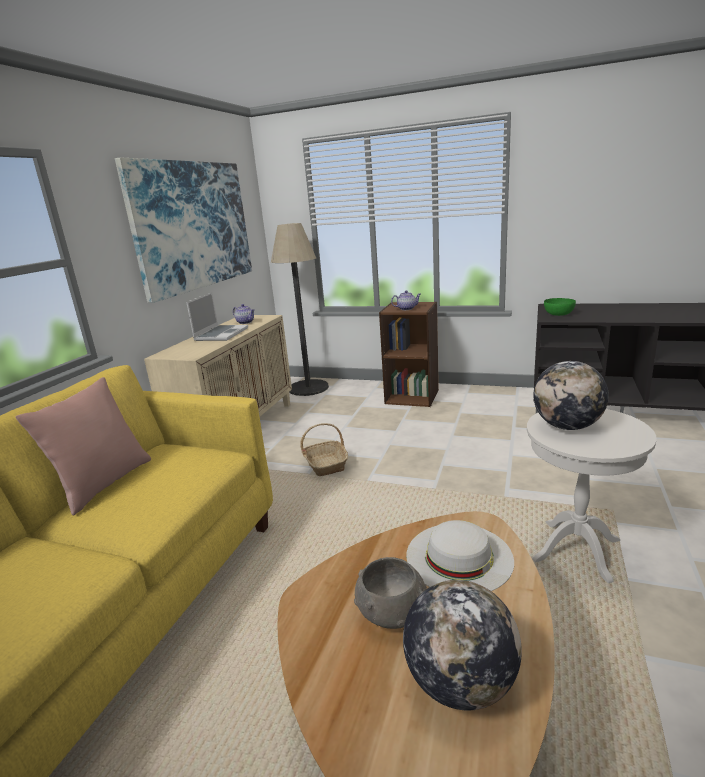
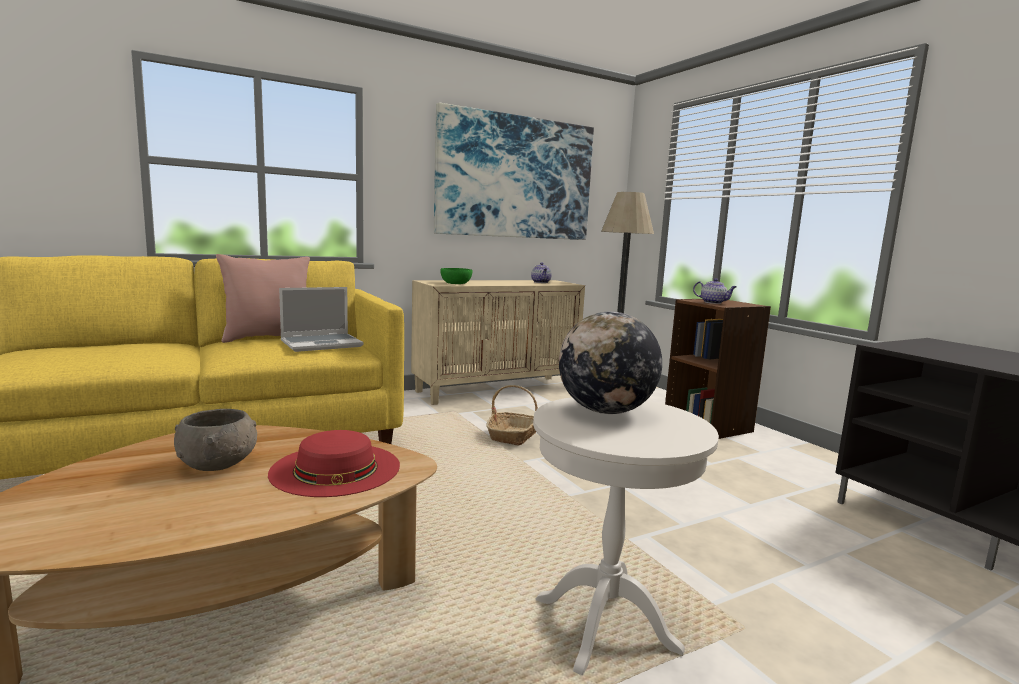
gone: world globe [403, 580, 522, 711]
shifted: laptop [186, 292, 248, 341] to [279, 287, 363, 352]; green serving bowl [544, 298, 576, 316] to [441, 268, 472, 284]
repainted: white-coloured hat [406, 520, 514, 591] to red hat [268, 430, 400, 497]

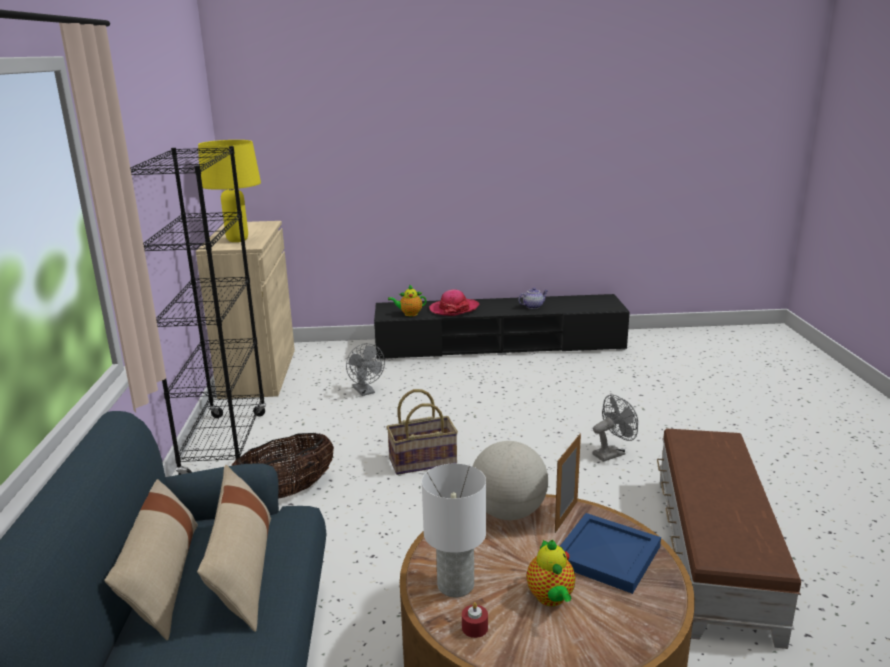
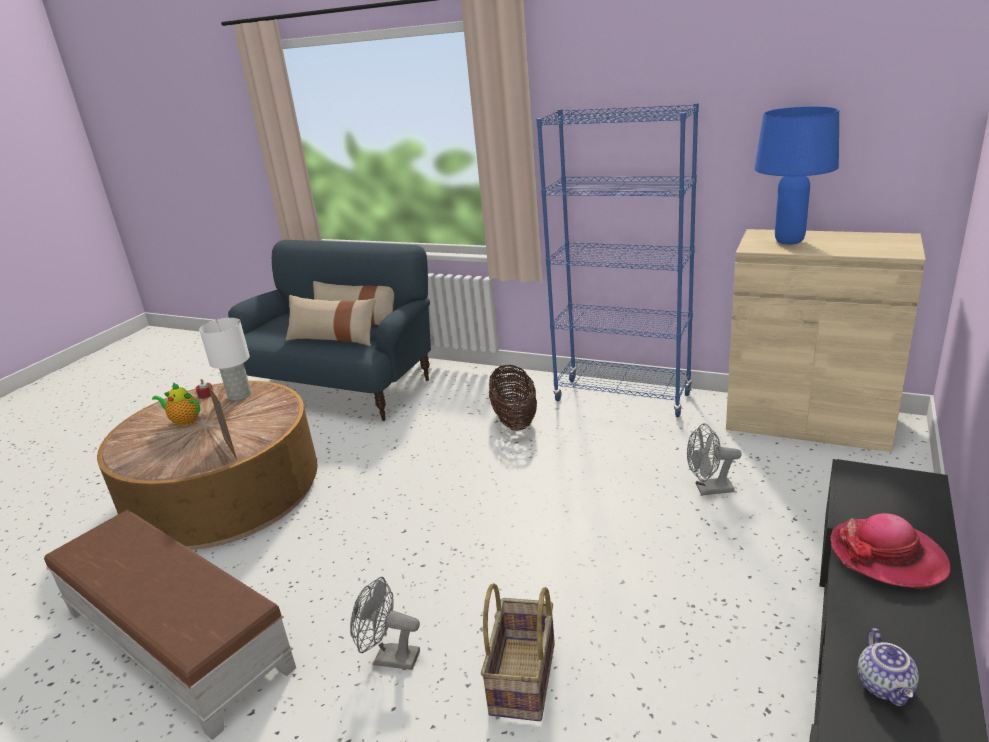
gone: teapot [388, 284, 427, 316]; world globe [472, 441, 548, 520]; bluish carrying tray [560, 513, 661, 594]
shifted: basket [386, 389, 458, 475] to [481, 583, 555, 721]
repainted: blackish shelving unit [130, 146, 267, 475] to bluish shelving unit [537, 103, 699, 417]; yellowish lamp for a table [198, 140, 261, 242] to bluish lamp for a table [754, 106, 839, 244]
rotated: grey electric fan [593, 395, 638, 462] = [350, 577, 420, 670] 105 degrees clockwise

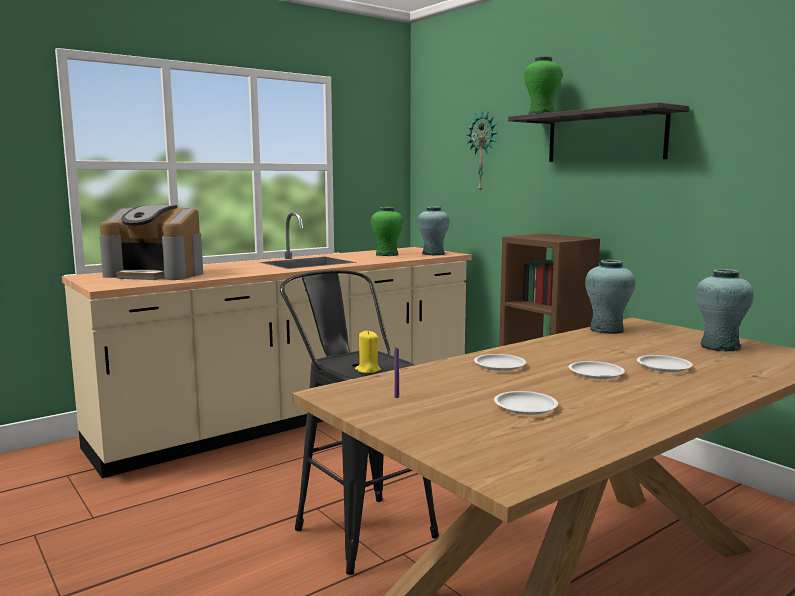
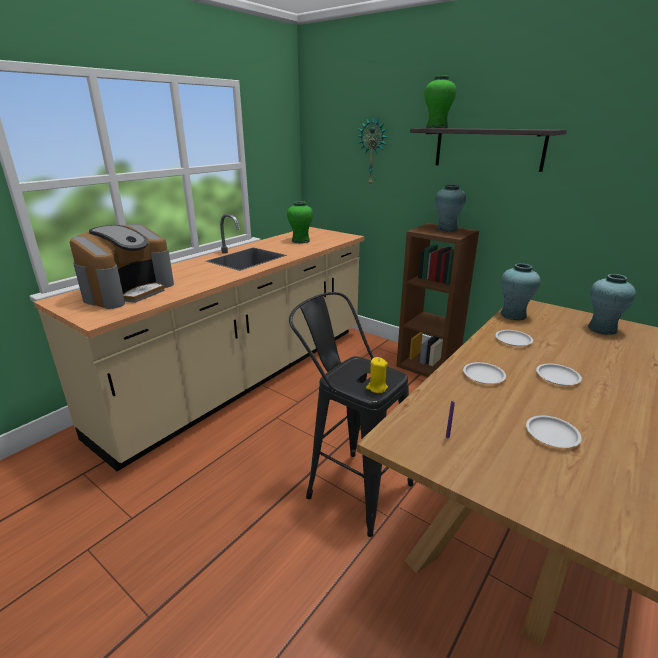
shifted: turquoise-coloured decorative vase [417, 206, 450, 255] to [435, 184, 466, 232]; white-coloured plate [637, 355, 693, 372] to [496, 330, 533, 346]
rotated: coffee brewer [99, 205, 203, 280] = [70, 224, 174, 309] 60 degrees counterclockwise

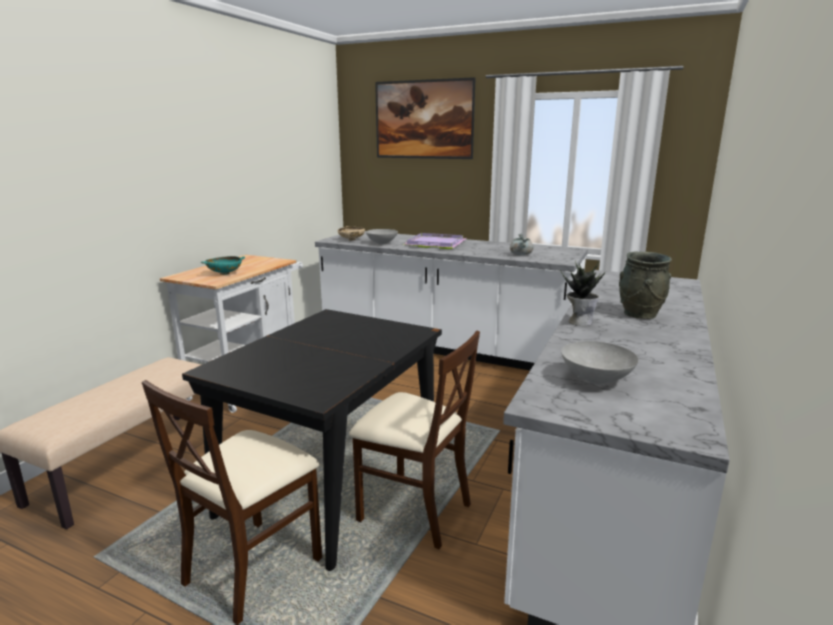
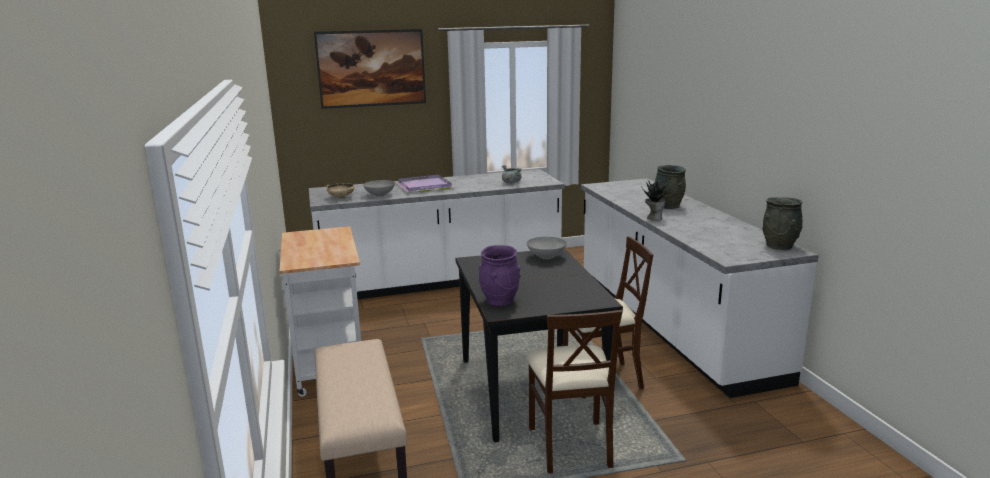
gone: turquoise-coloured serving bowl [201, 256, 245, 275]
new: purple decorative vase [479, 245, 520, 306]; grey decorative vase [762, 197, 803, 250]
shifted: grey serving bowl [561, 341, 639, 385] to [527, 237, 567, 259]

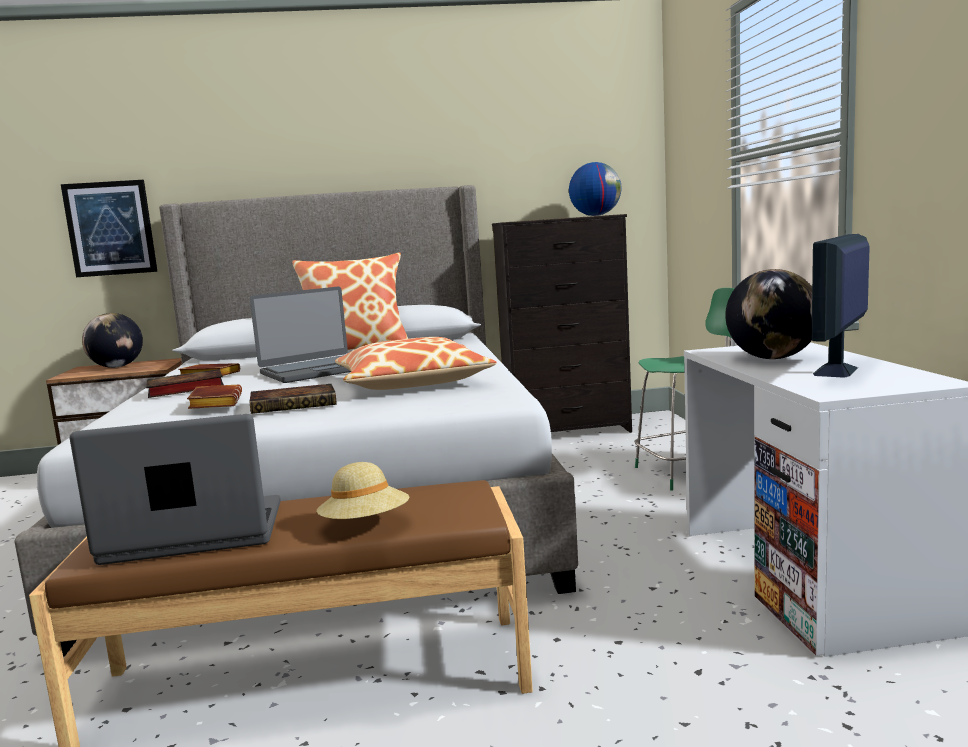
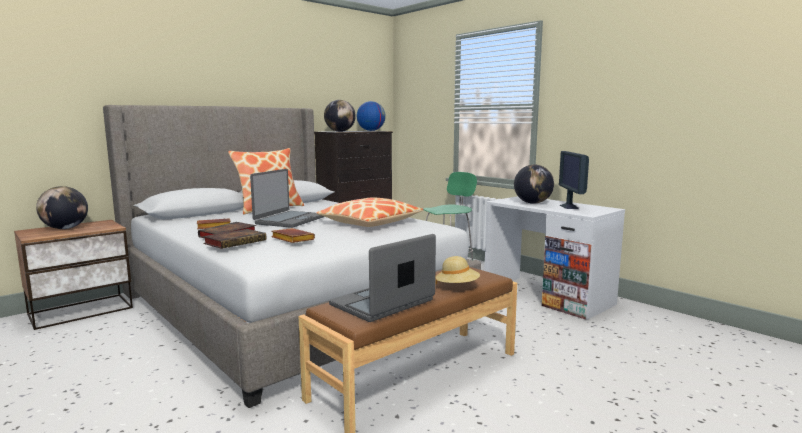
gone: wall art [61, 180, 158, 277]
new: world globe [324, 100, 356, 132]
shifted: bound book [249, 384, 337, 414] to [203, 229, 267, 249]

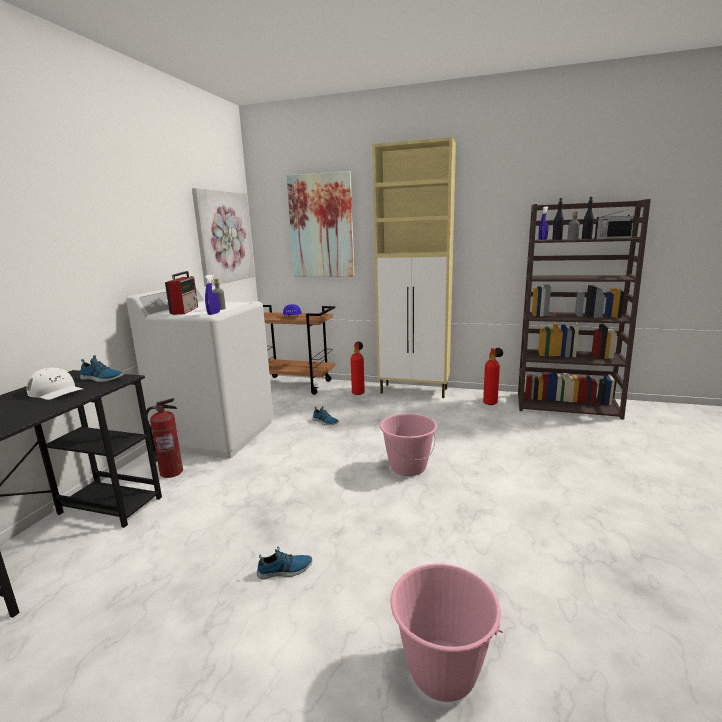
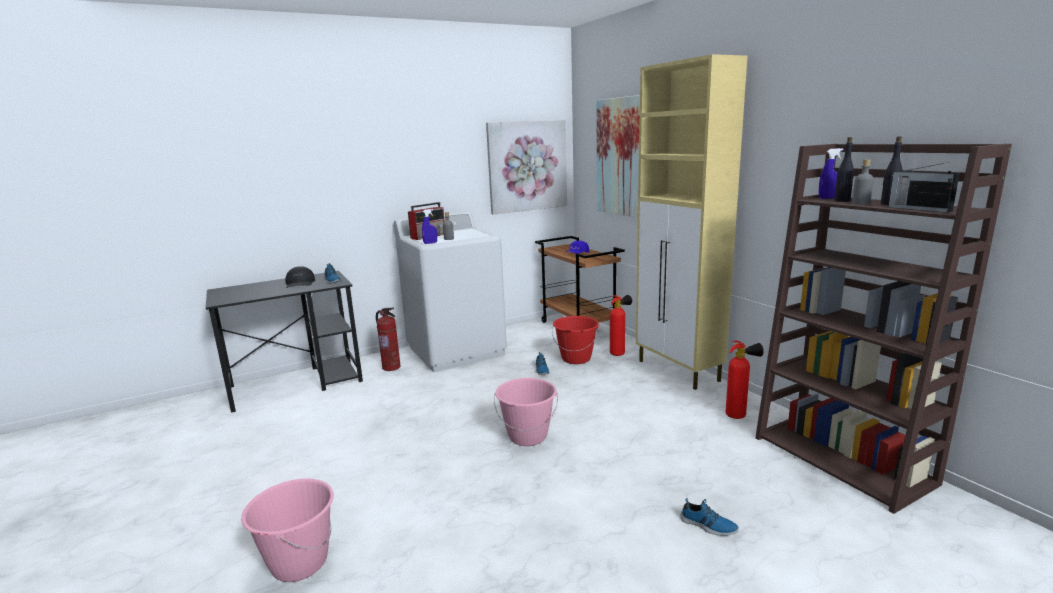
new: red bucket [552, 316, 599, 364]
shifted: low shoe [257, 547, 312, 580] to [680, 498, 739, 536]
repainted: white-coloured cap [27, 368, 83, 400] to blackish cap [285, 266, 315, 288]

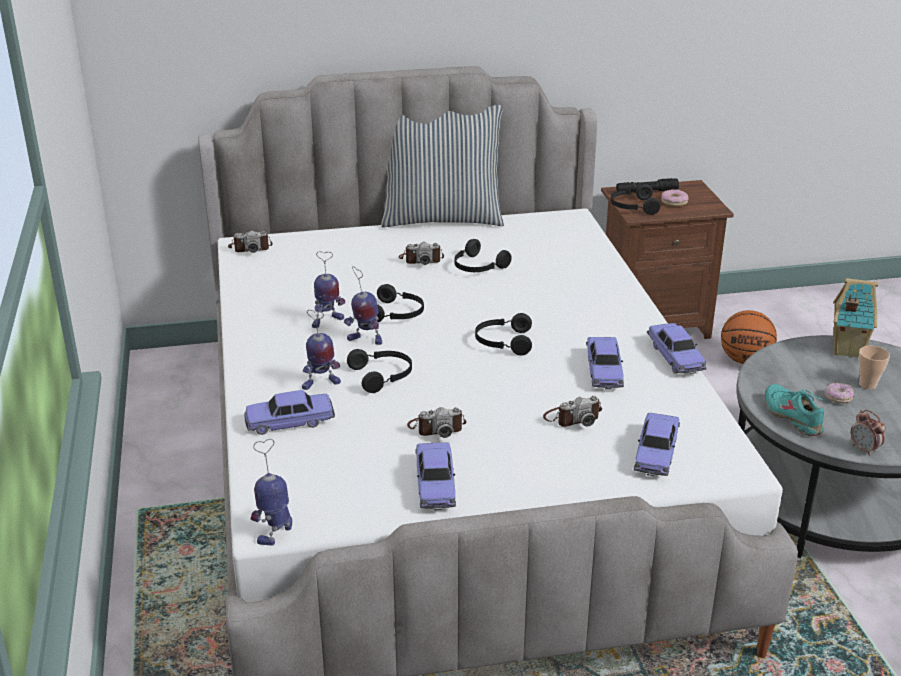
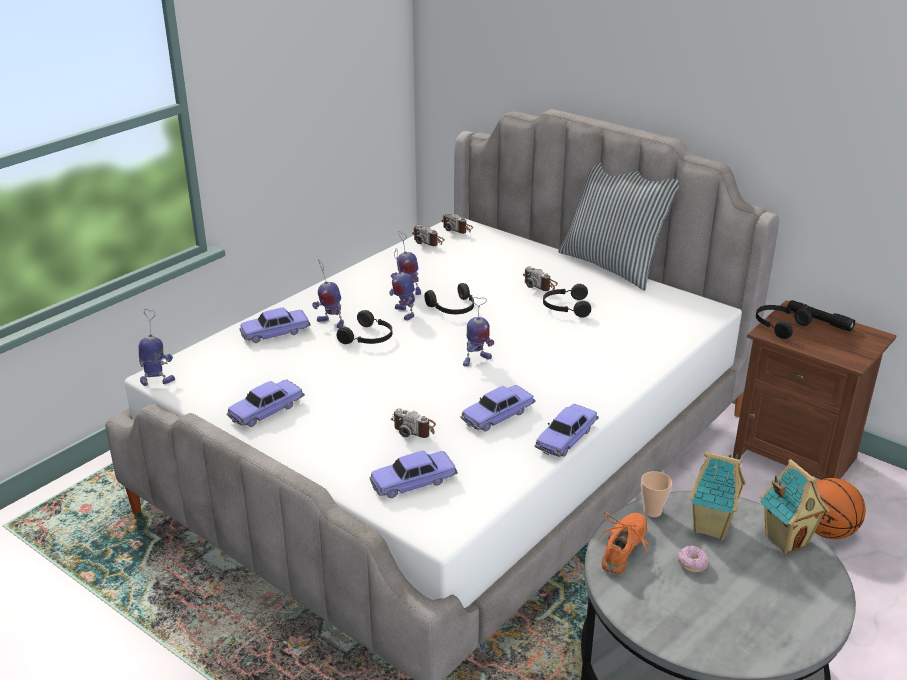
gone: doughnut [661, 189, 688, 207]; alarm clock [851, 410, 886, 456]
new: miniature house [690, 452, 745, 540]
shifted: still camera [407, 407, 466, 438] to [412, 225, 445, 246]; cup [859, 346, 890, 389] to [641, 471, 672, 517]
swapped: blackish headset [475, 313, 532, 356] to robot figure [463, 297, 494, 367]
repainted: turquoise-coloured low shoe [765, 384, 828, 436] to orangey low shoe [598, 512, 648, 574]
rotated: toy car [244, 390, 335, 435] = [239, 308, 311, 343] 60 degrees counterclockwise

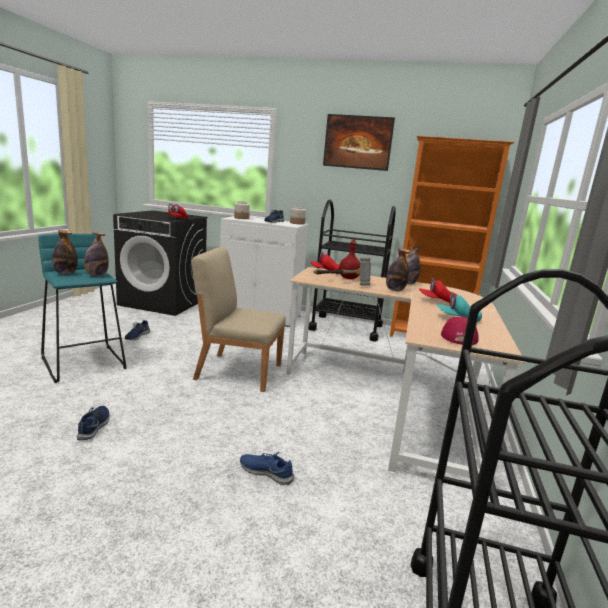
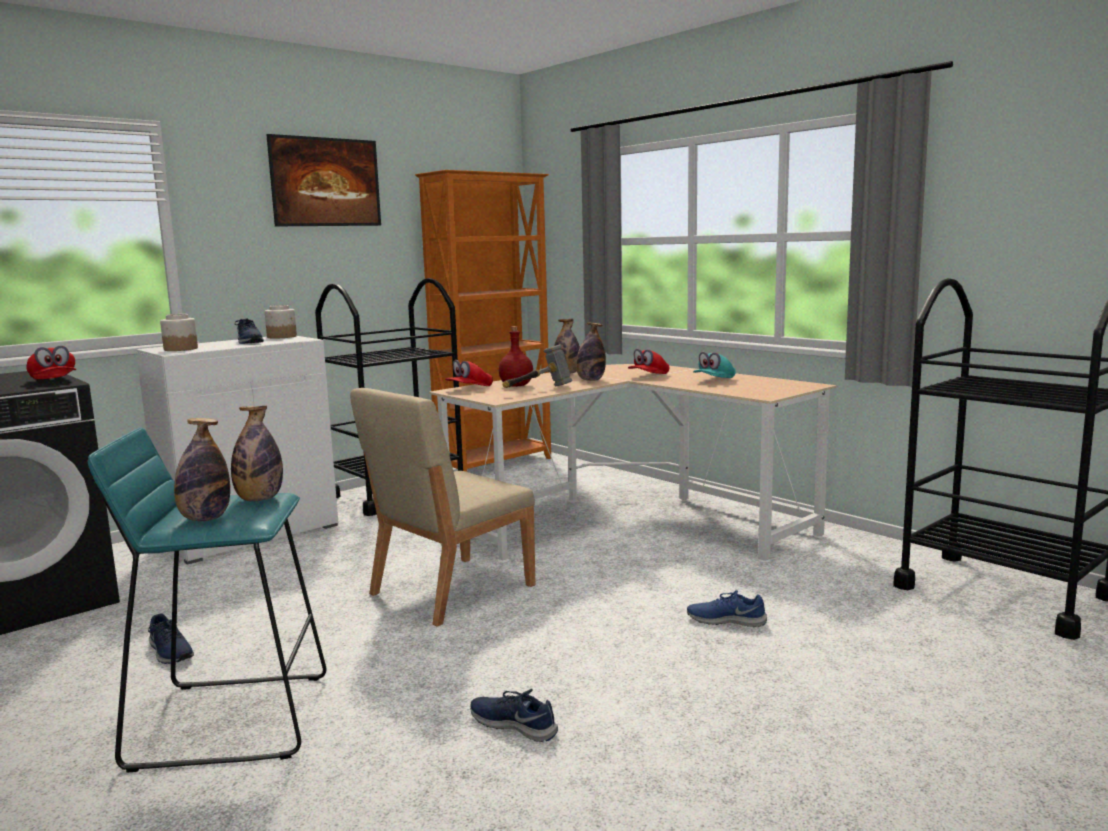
gone: red cap [441, 316, 478, 345]
rotated: bluish low shoe [240, 452, 294, 485] = [687, 590, 767, 627] 45 degrees clockwise

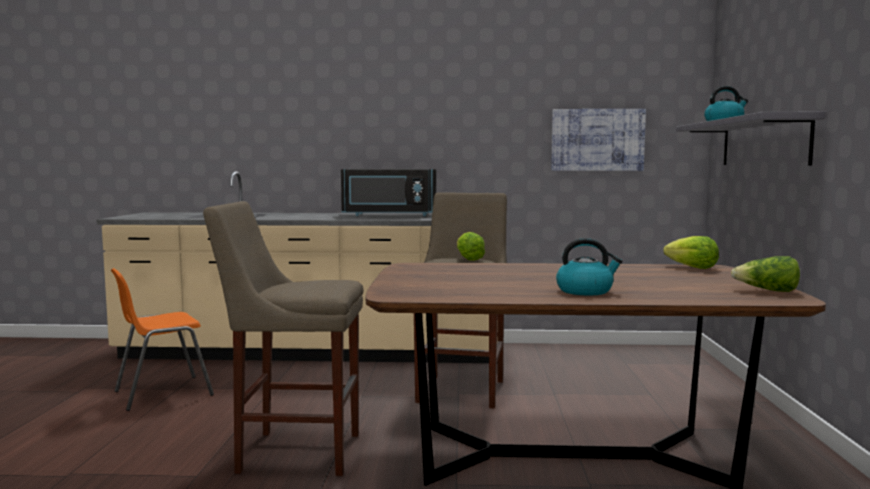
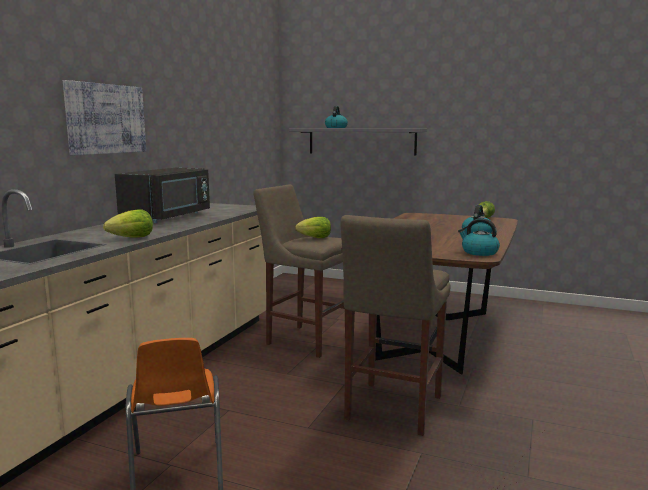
new: kettle [458, 218, 500, 256]
shifted: wall art [551, 109, 646, 171] to [63, 80, 146, 155]; lettuce head [663, 236, 719, 269] to [103, 210, 153, 238]

